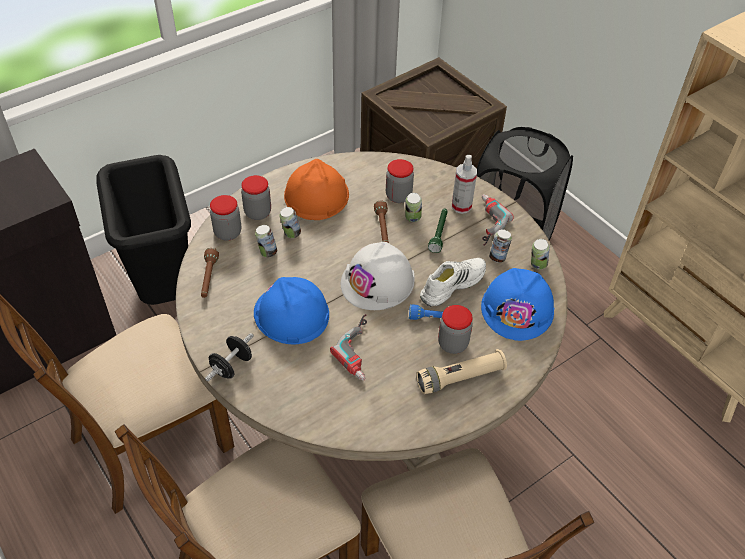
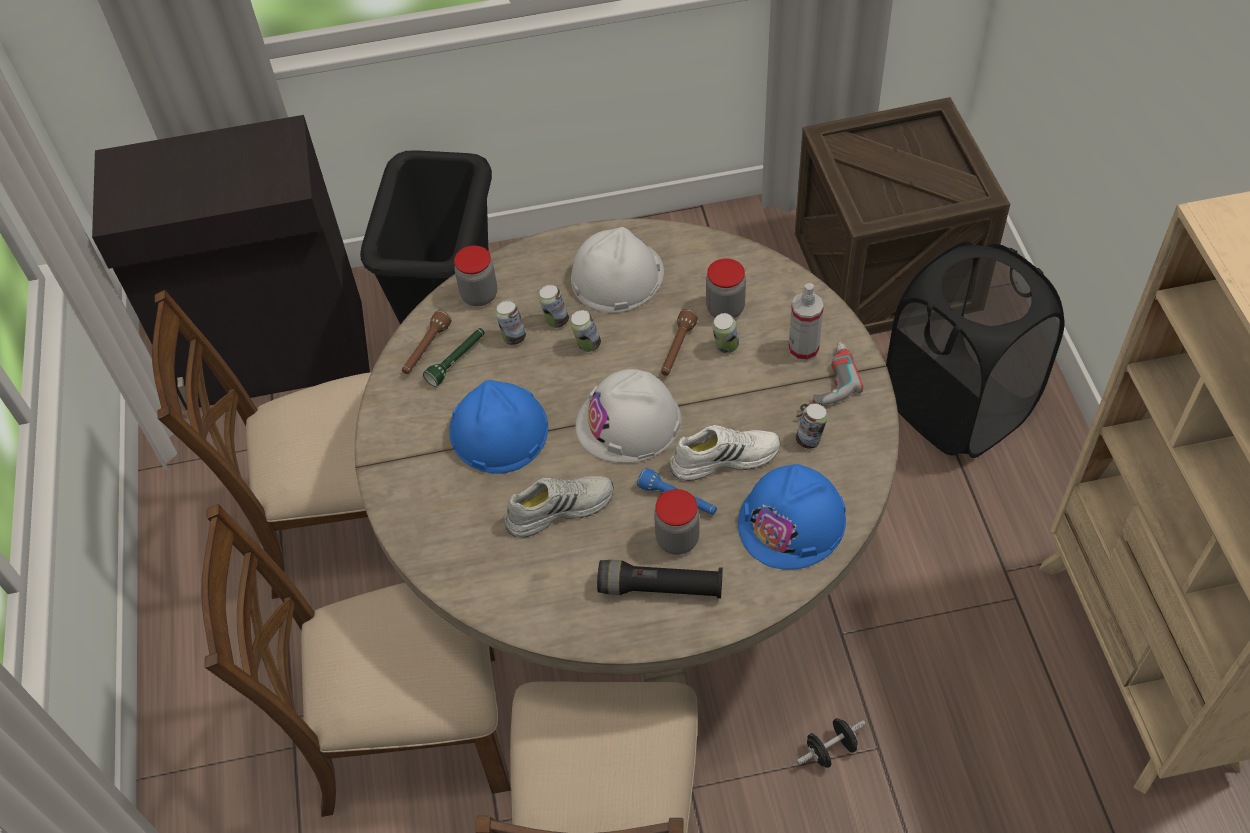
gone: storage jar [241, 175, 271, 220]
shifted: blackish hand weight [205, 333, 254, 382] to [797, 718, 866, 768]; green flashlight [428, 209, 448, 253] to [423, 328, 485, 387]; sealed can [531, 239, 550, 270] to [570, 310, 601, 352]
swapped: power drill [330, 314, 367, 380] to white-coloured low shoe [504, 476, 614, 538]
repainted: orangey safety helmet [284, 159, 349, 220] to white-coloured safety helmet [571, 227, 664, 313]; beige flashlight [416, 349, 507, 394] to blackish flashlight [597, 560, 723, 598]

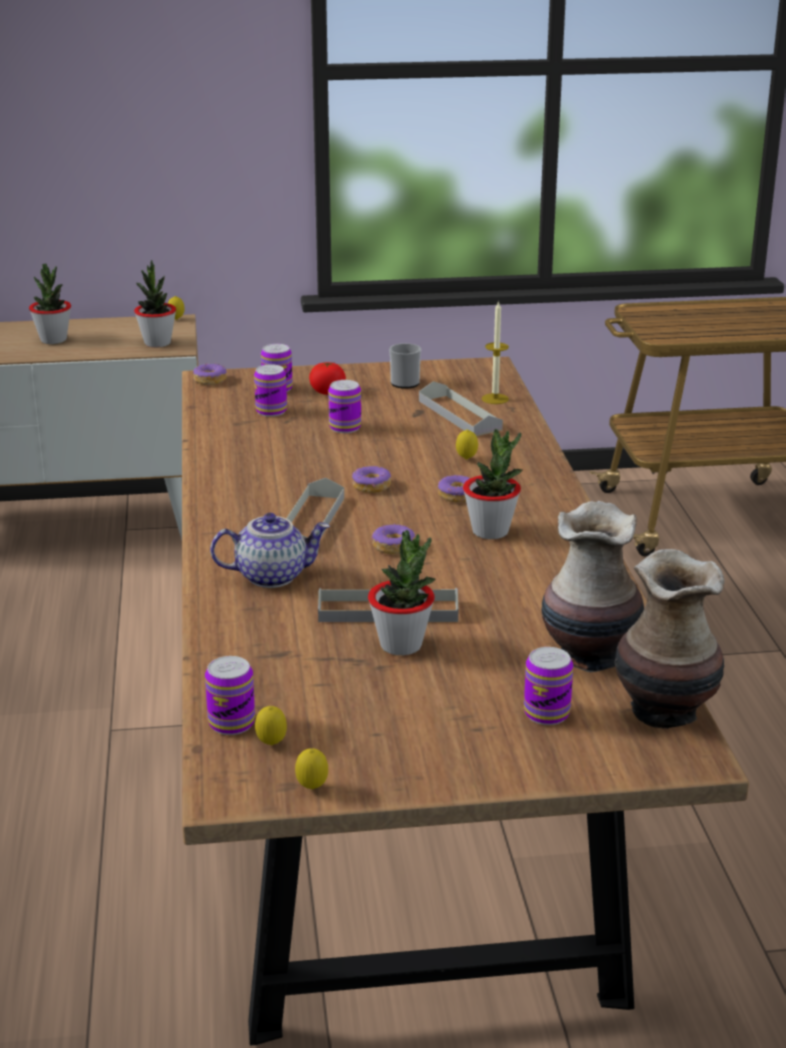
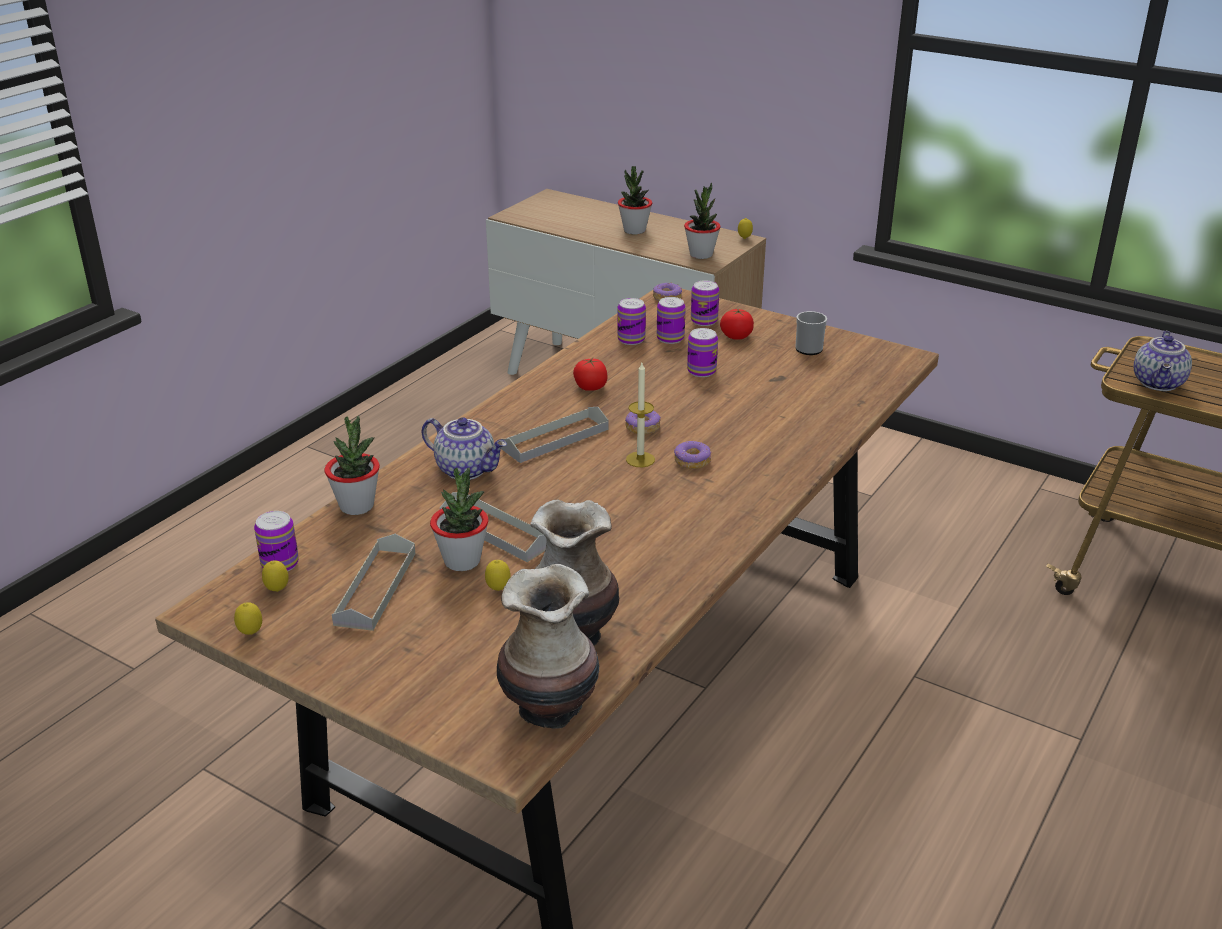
gone: doughnut [371, 523, 415, 554]
new: whole tomato [573, 358, 607, 391]; teapot [1134, 331, 1192, 391]
shifted: grey carrying tray [419, 381, 503, 436] to [332, 534, 415, 631]; whole lemon [456, 430, 478, 460] to [485, 560, 511, 591]; plant in a pot [463, 429, 523, 539] to [324, 416, 380, 515]; wax light [482, 301, 509, 404] to [626, 363, 655, 467]; sealed can [524, 647, 573, 725] to [617, 298, 646, 345]

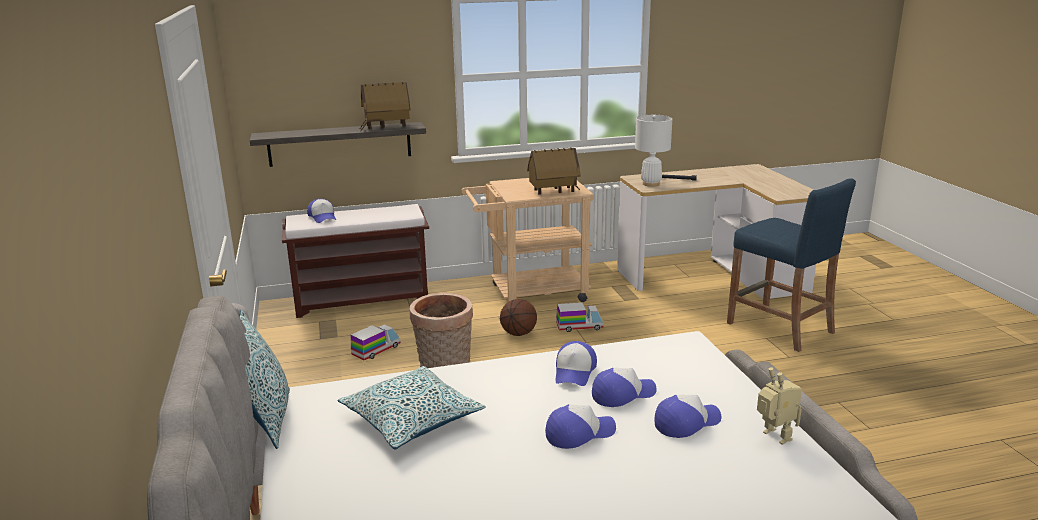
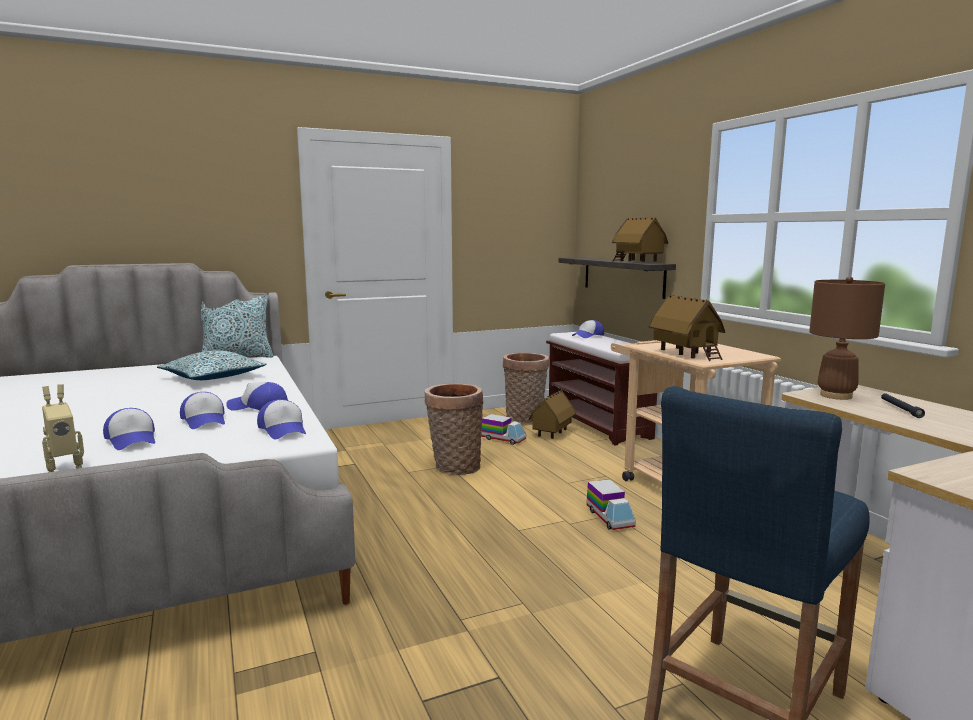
gone: ball for basketball [500, 299, 537, 336]
new: basket [503, 353, 549, 423]; miniature house [529, 390, 576, 439]
shifted: cap [545, 405, 616, 449] to [257, 399, 306, 439]
repainted: white-coloured lamp for a table [635, 115, 672, 187] to brown lamp for a table [809, 277, 885, 400]

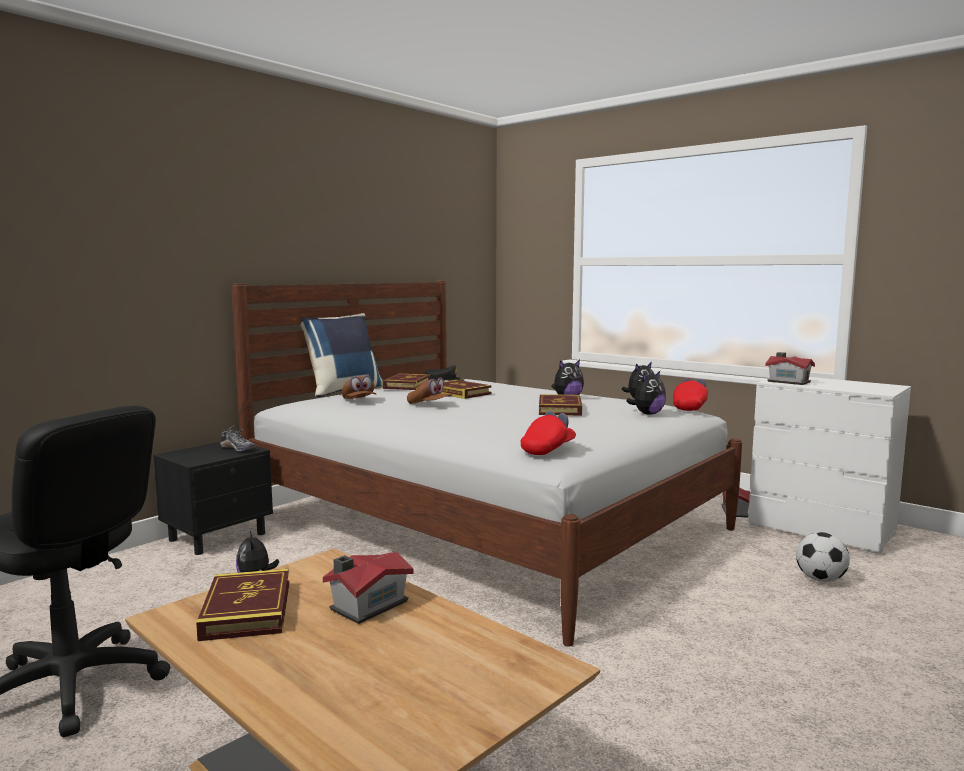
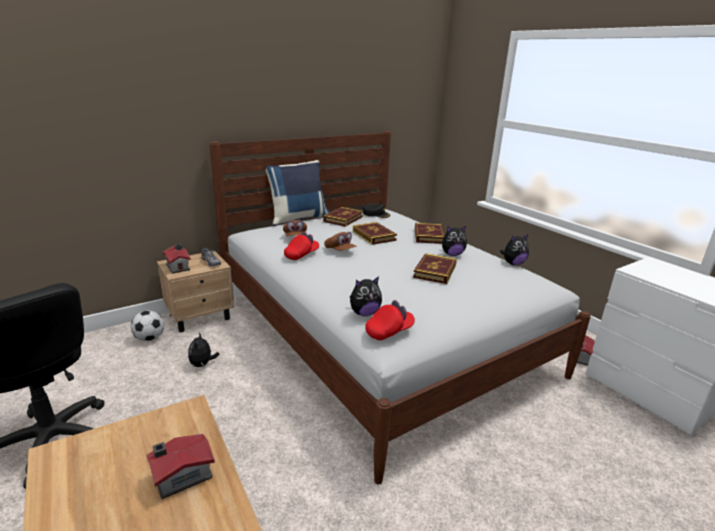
shifted: bound book [196, 569, 289, 641] to [415, 223, 445, 244]; cuddly toy [626, 371, 666, 415] to [350, 276, 382, 316]; red cap [673, 378, 708, 411] to [284, 232, 319, 260]; miniature house [765, 352, 815, 385] to [162, 244, 191, 274]; football ball [796, 532, 850, 582] to [131, 310, 164, 341]
repainted: blackish night table [153, 442, 273, 555] to beige night table [157, 251, 234, 332]

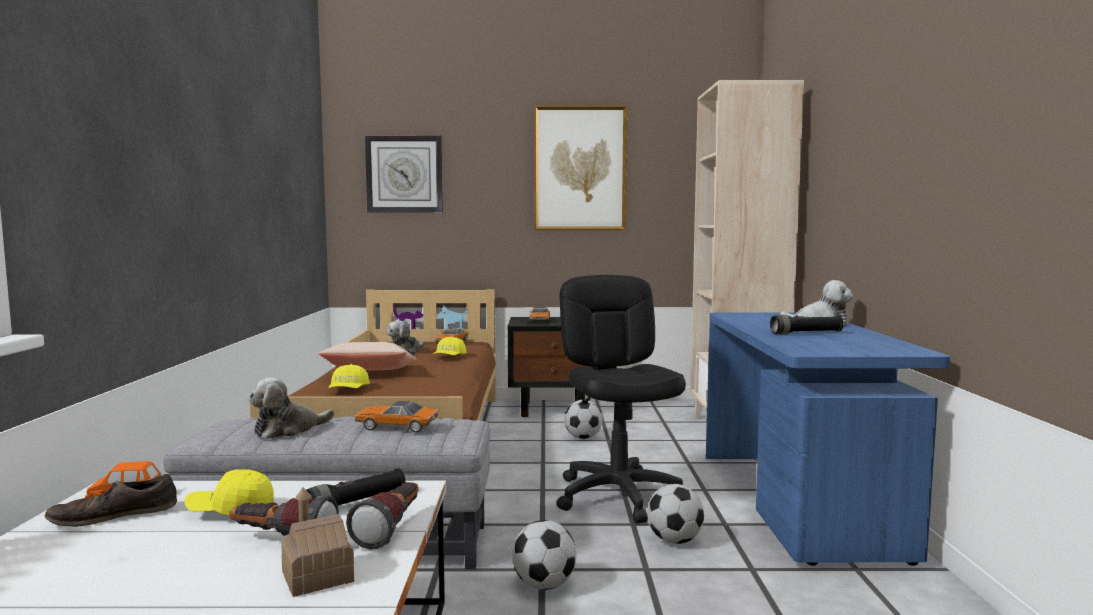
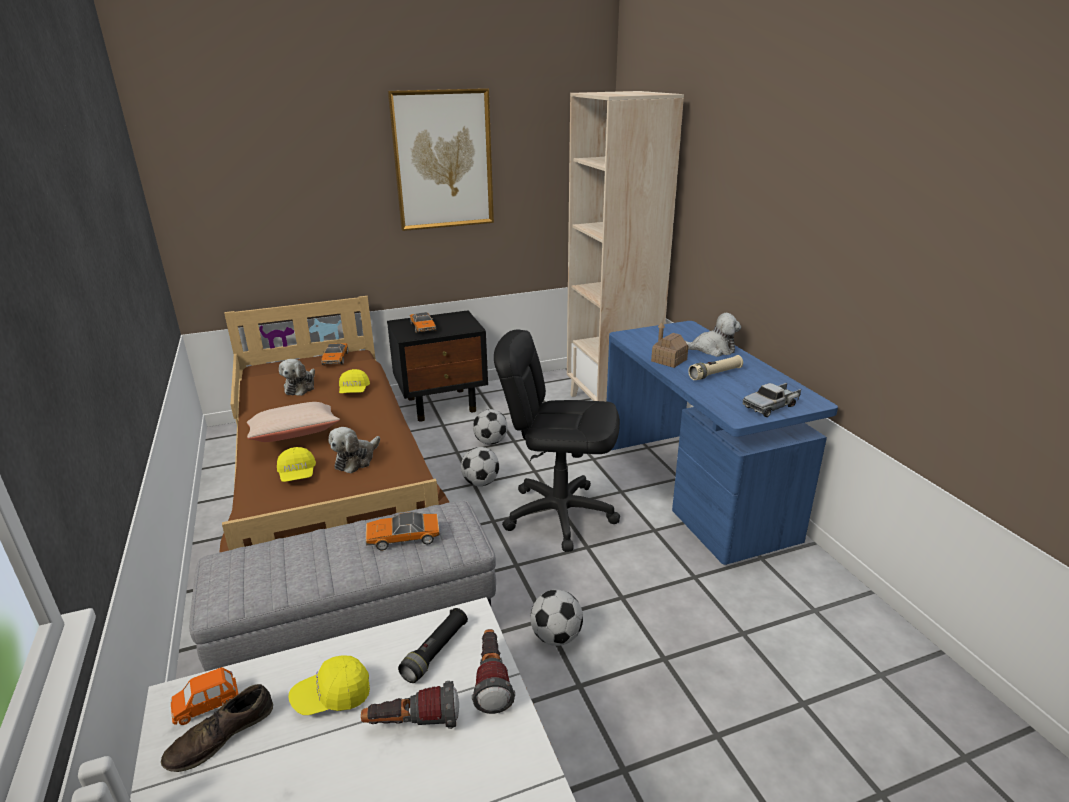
gone: wall clock [365, 136, 443, 212]
new: model truck [743, 383, 801, 417]
shifted: cuddly toy [249, 377, 335, 439] to [329, 427, 380, 473]; miniature house [281, 487, 354, 597] to [651, 323, 689, 368]; football ball [647, 484, 704, 544] to [461, 447, 499, 486]
repainted: blackish flashlight [770, 315, 843, 334] to beige flashlight [688, 355, 743, 380]
rotated: blackish computer chair [556, 275, 686, 523] = [494, 330, 620, 552] 45 degrees counterclockwise

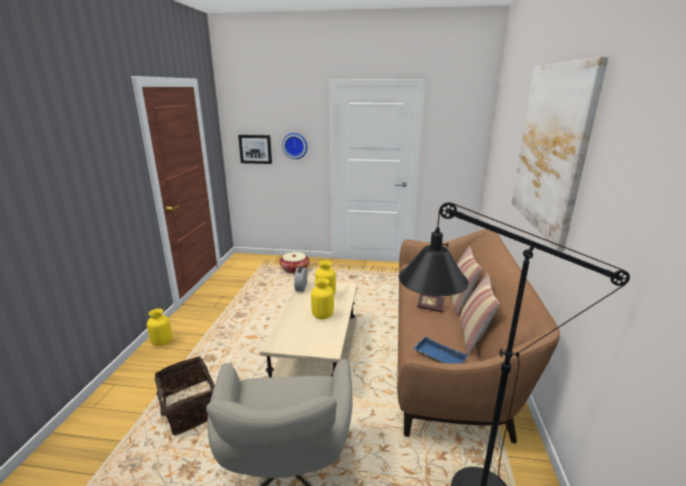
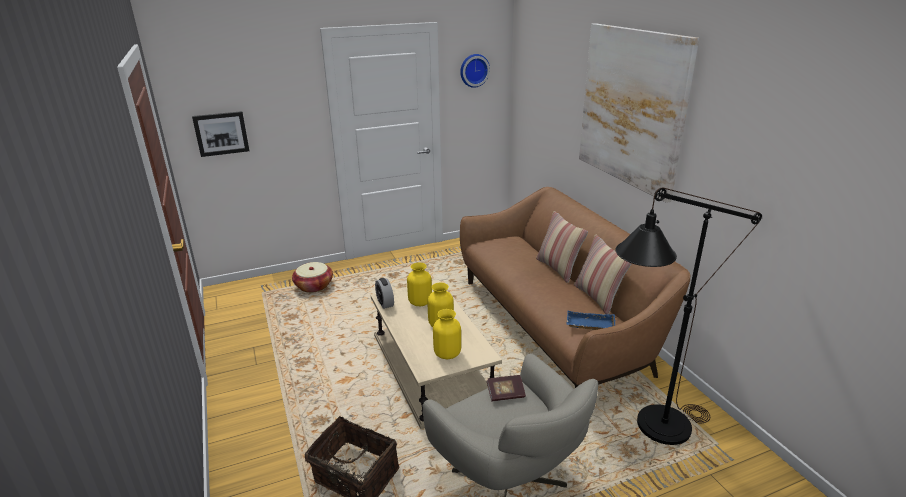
shifted: yellowish decorative vase [147, 308, 172, 346] to [433, 309, 461, 359]; wall clock [282, 133, 307, 159] to [460, 54, 490, 88]; bound book [417, 293, 445, 313] to [487, 375, 526, 402]

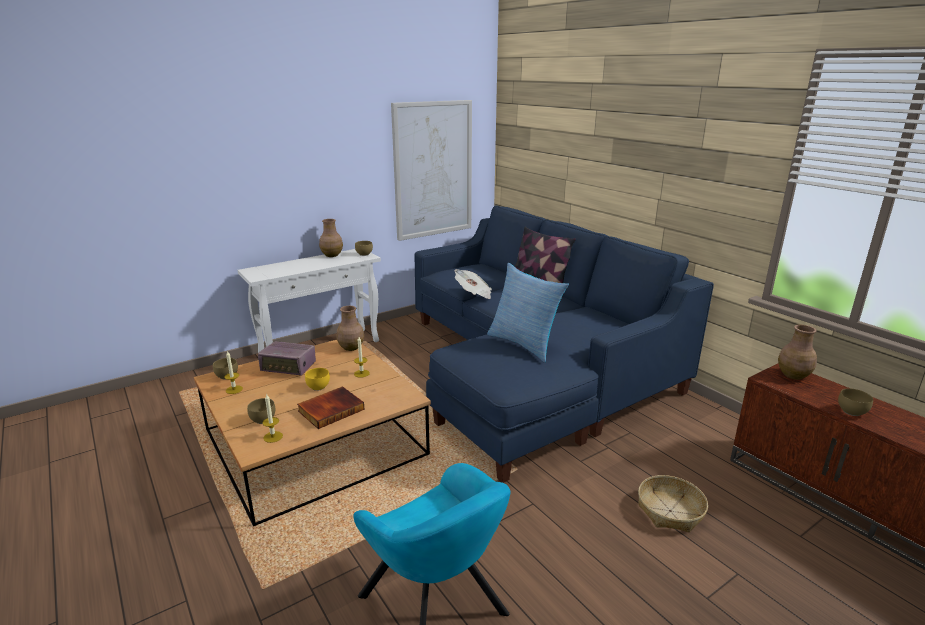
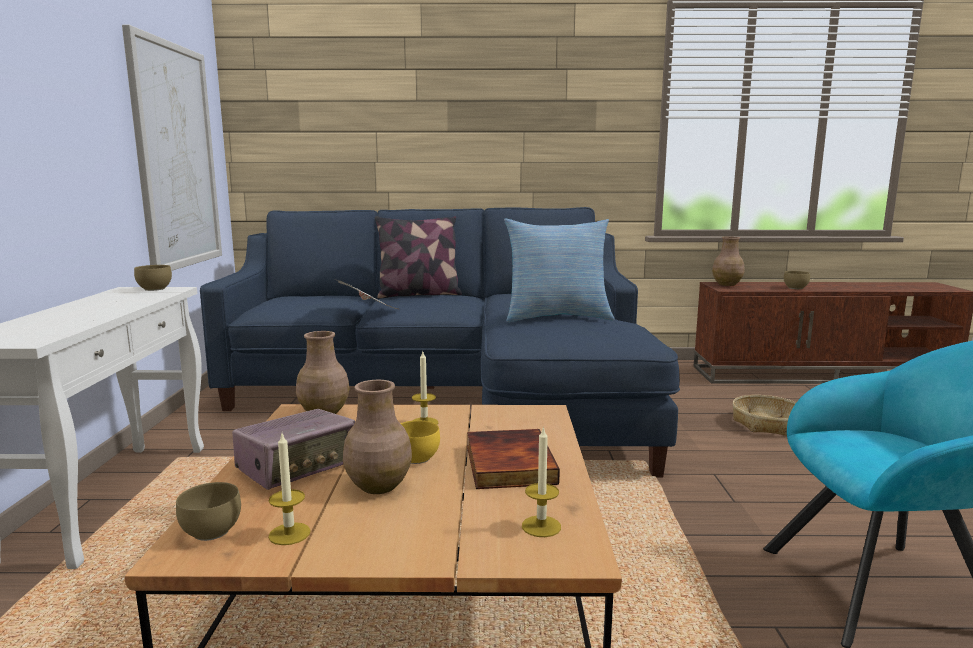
gone: brown serving bowl [247, 398, 275, 424]
shifted: brown decorative vase [319, 219, 343, 257] to [343, 380, 412, 494]

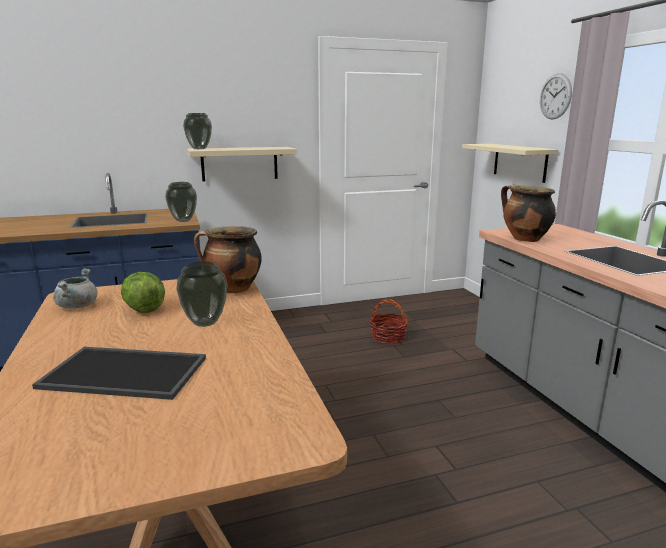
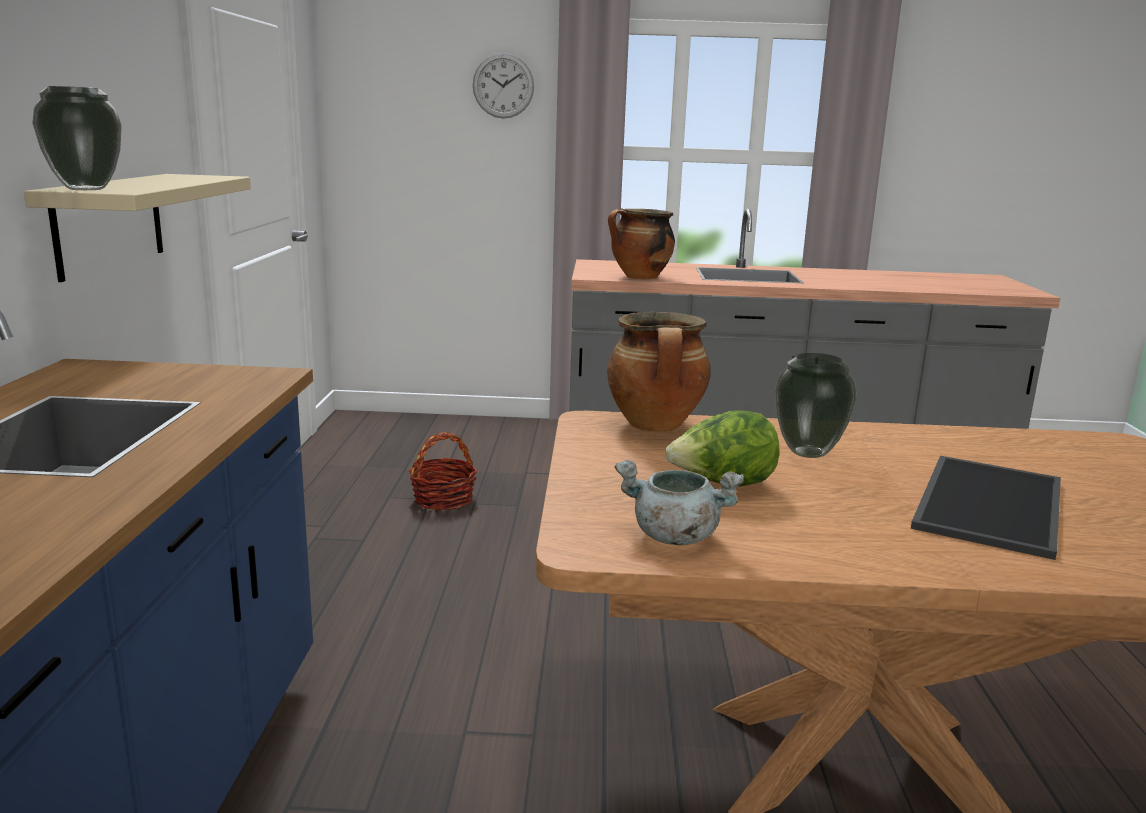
gone: decorative vase [165, 182, 197, 222]; beige wall shelf [462, 144, 558, 183]

